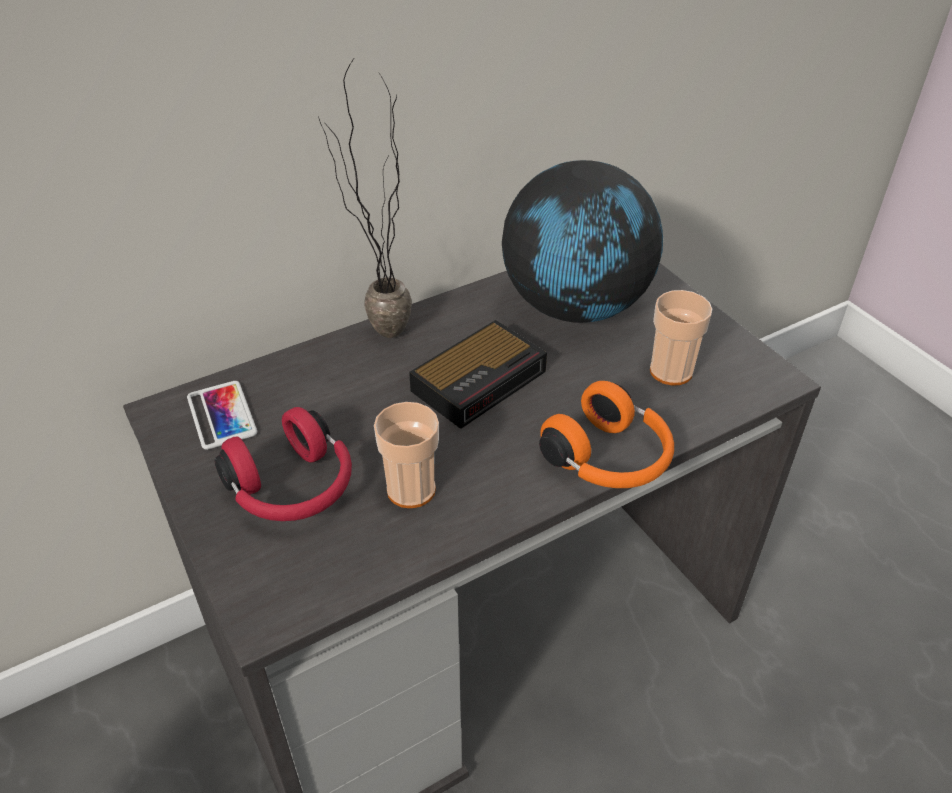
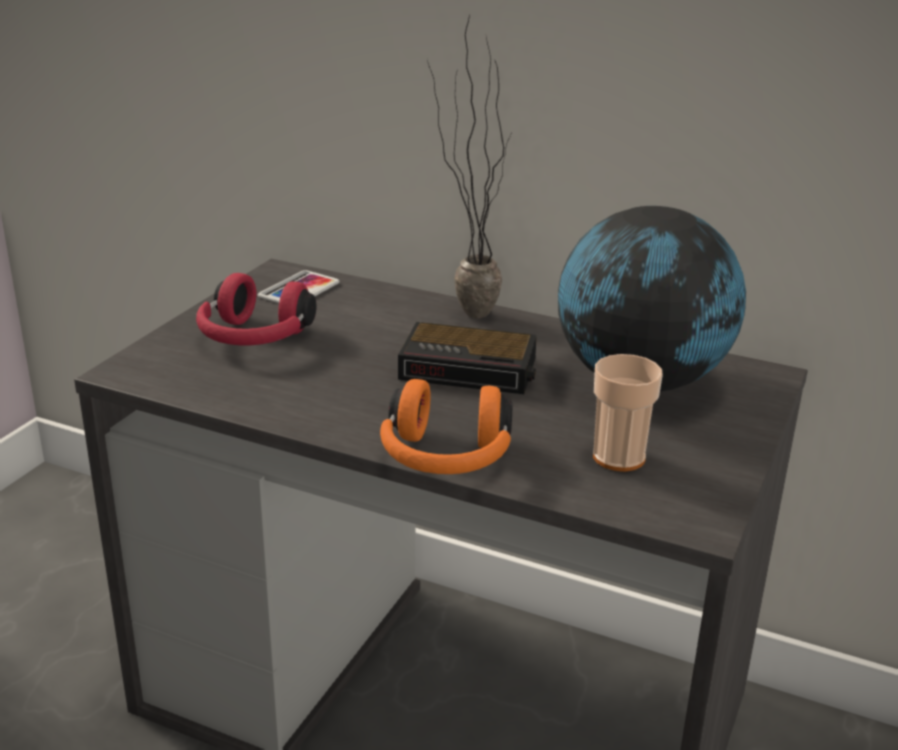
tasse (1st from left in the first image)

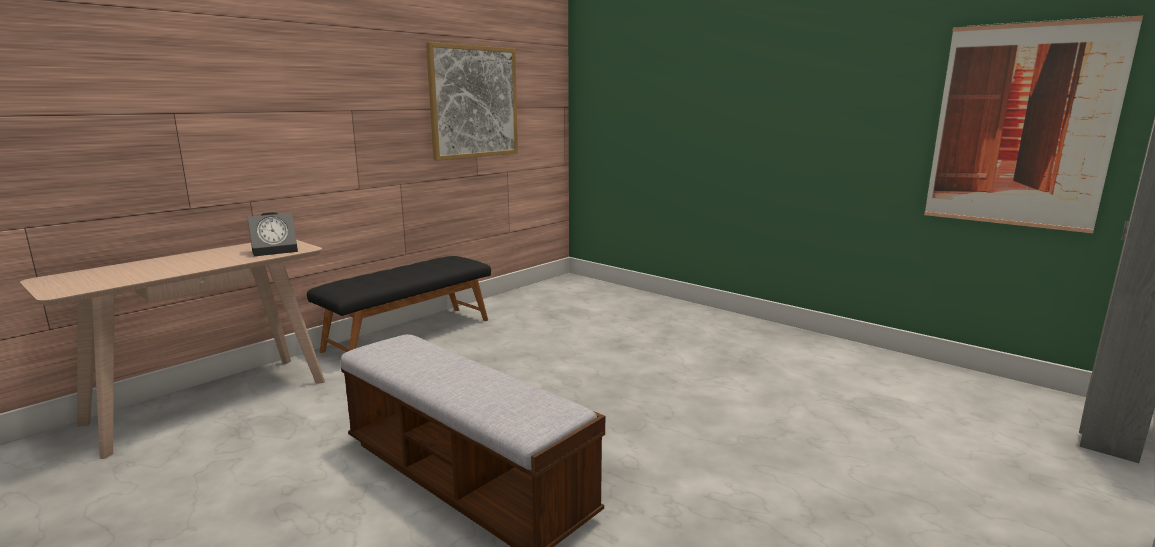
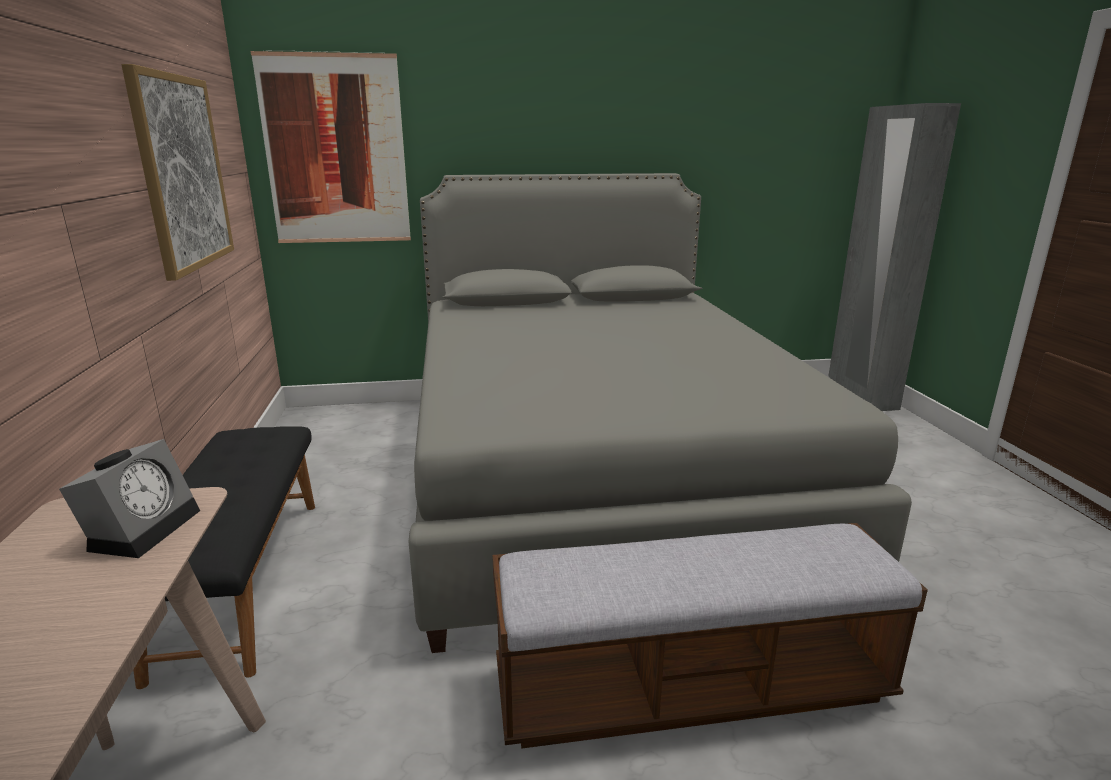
tableau (2nd from left); lit/gris

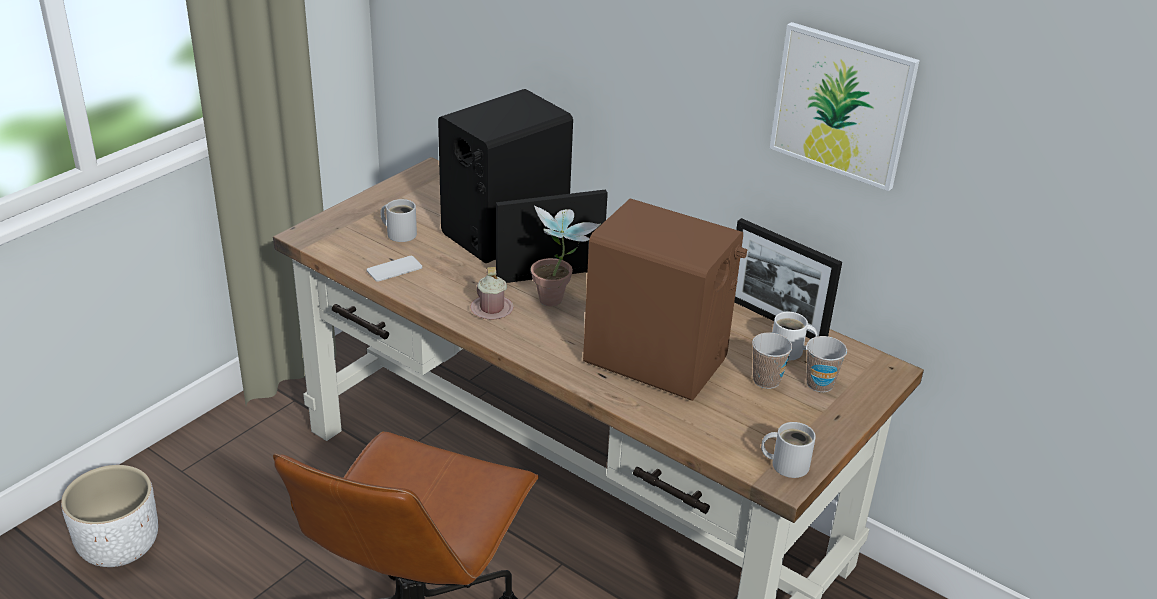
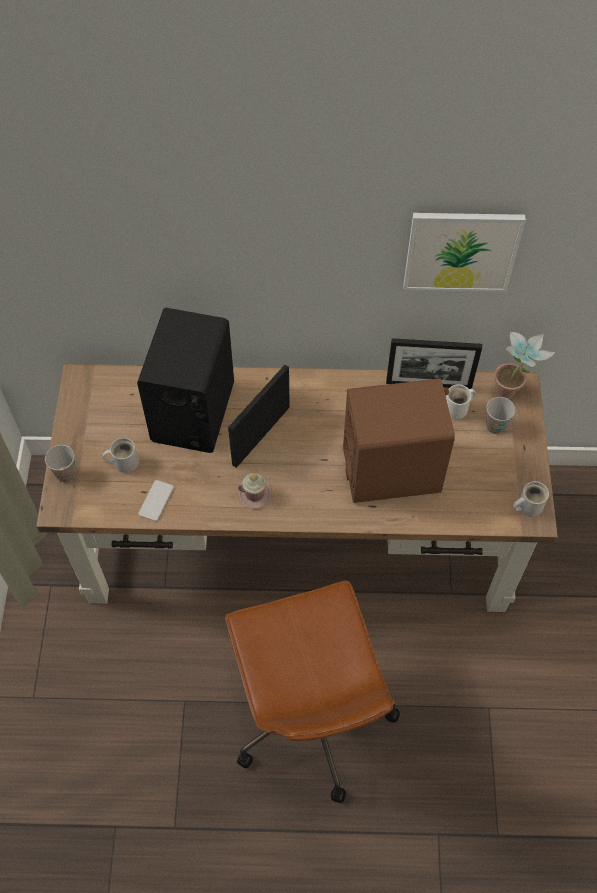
cache-pot/blanc; plante en pot; tasse (1st from left)

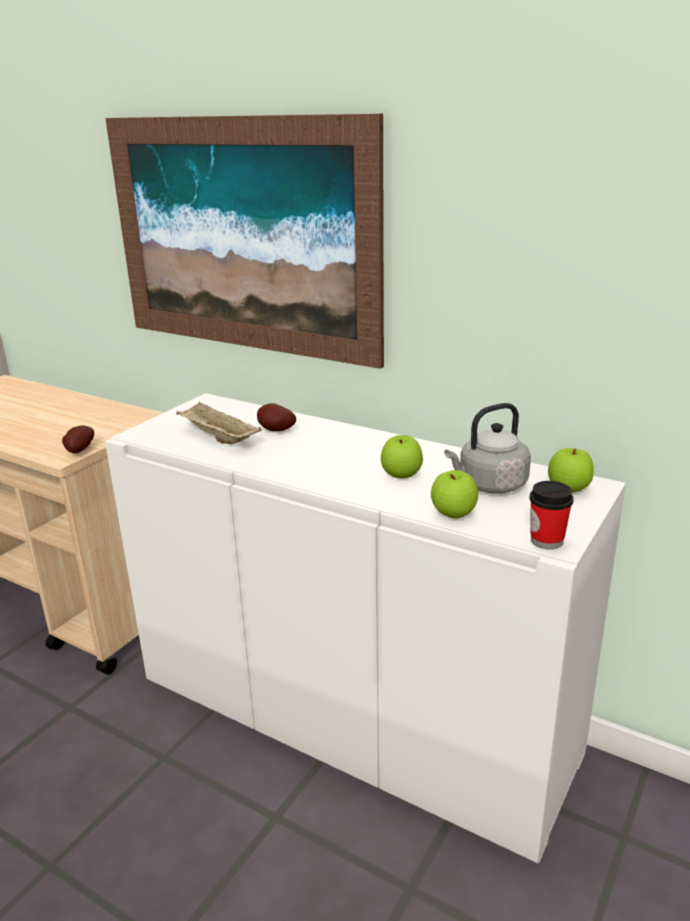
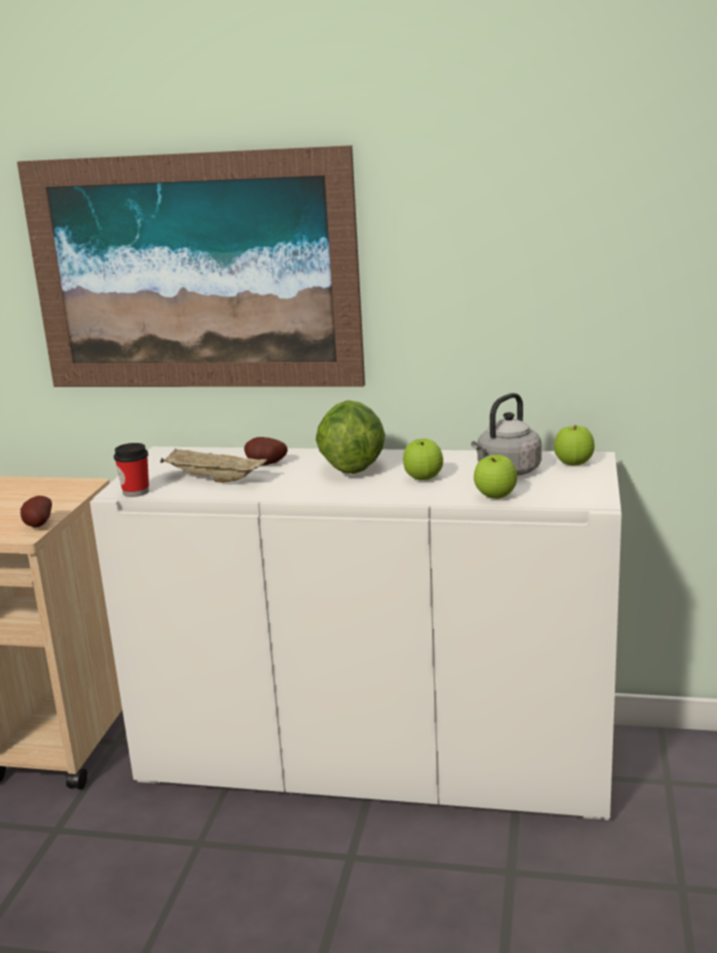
tasse; laitue

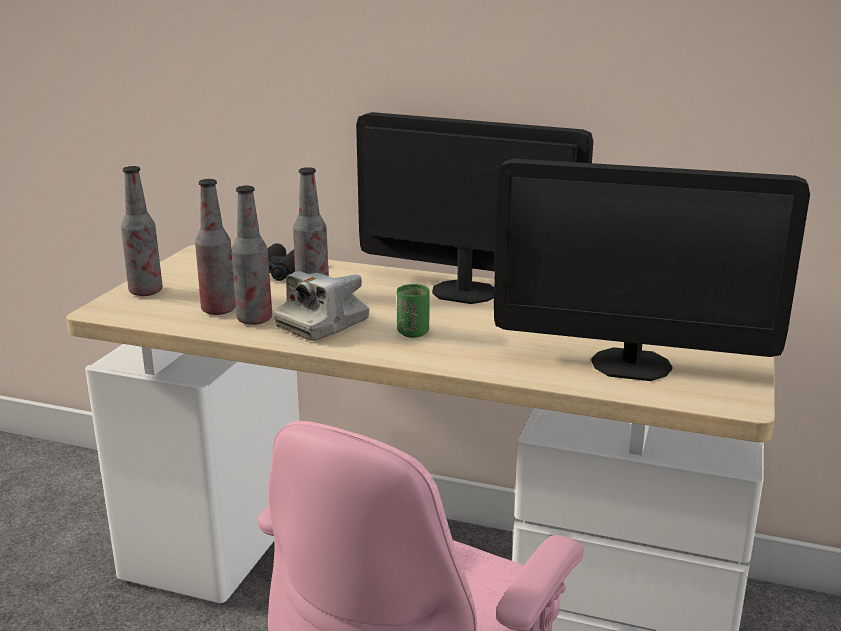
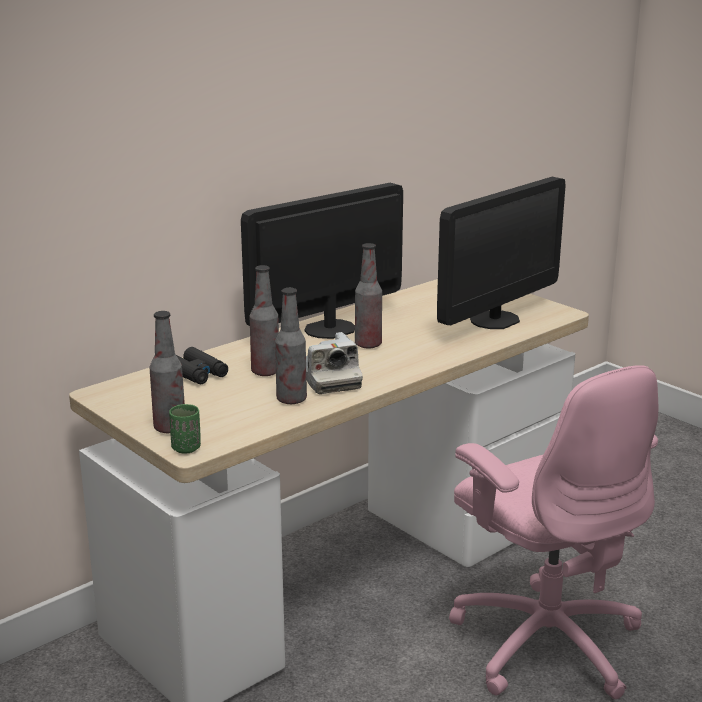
bouteille (4th from left); tasse/vert

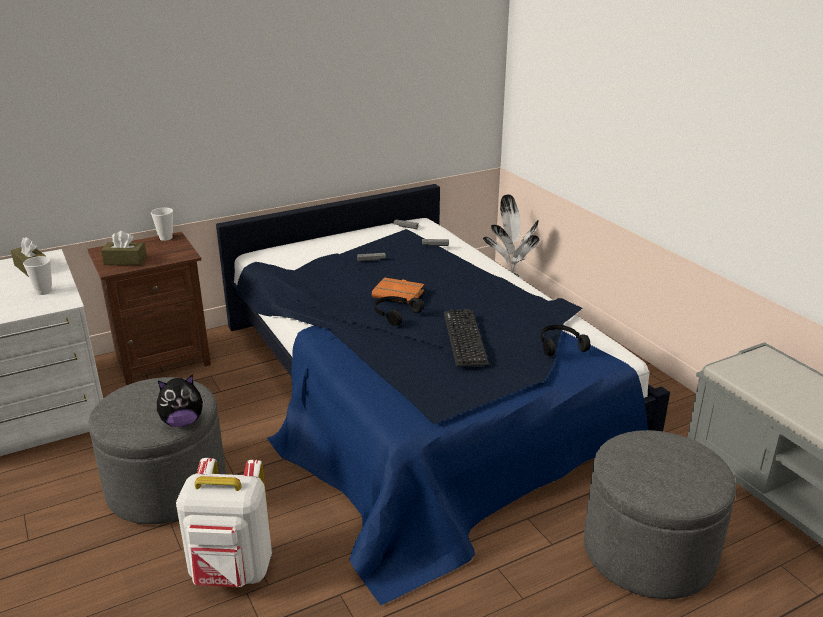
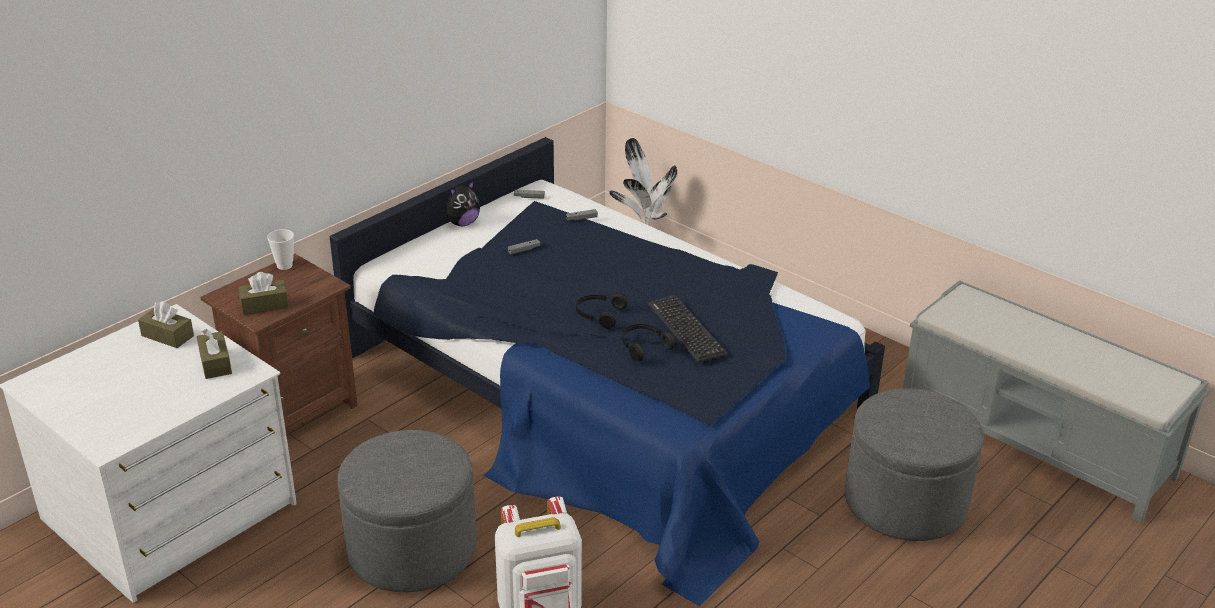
boîte à mouchoirs/marron (2nd from left); peluche; livre/orange; casque audio/noir (2nd from left)

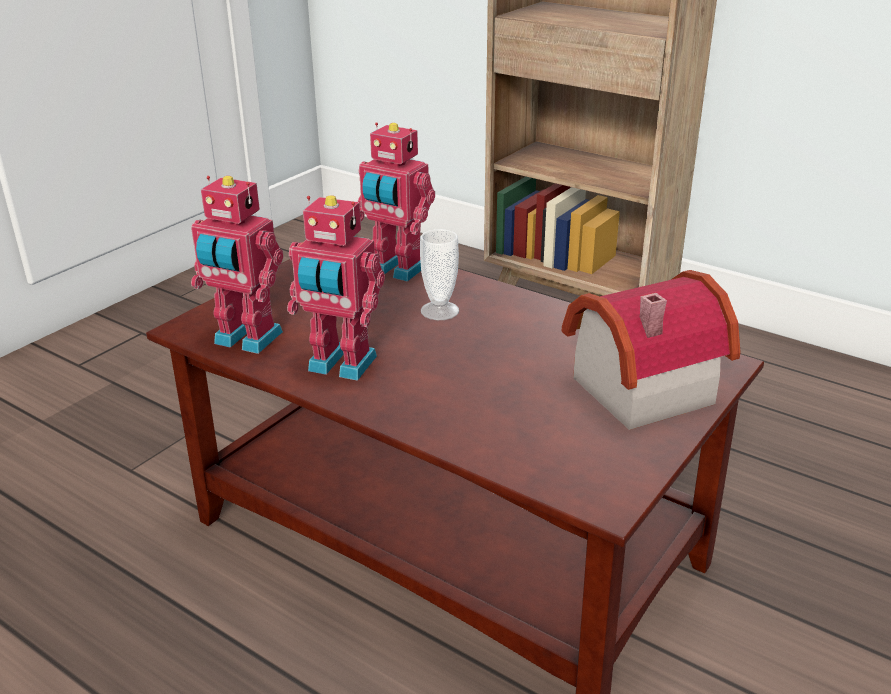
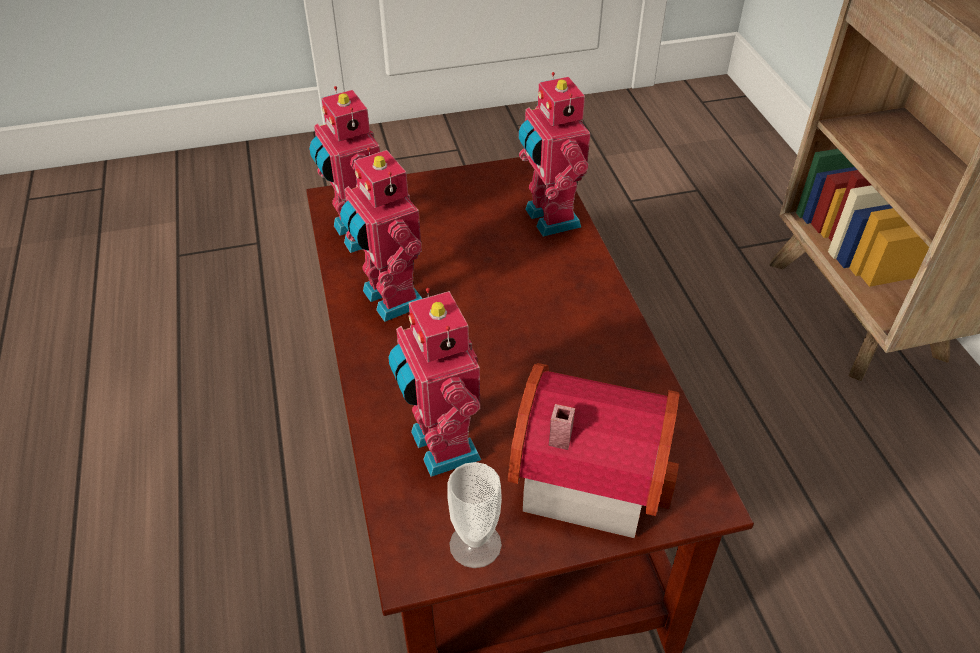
tasse; robot jouet (3rd from left)

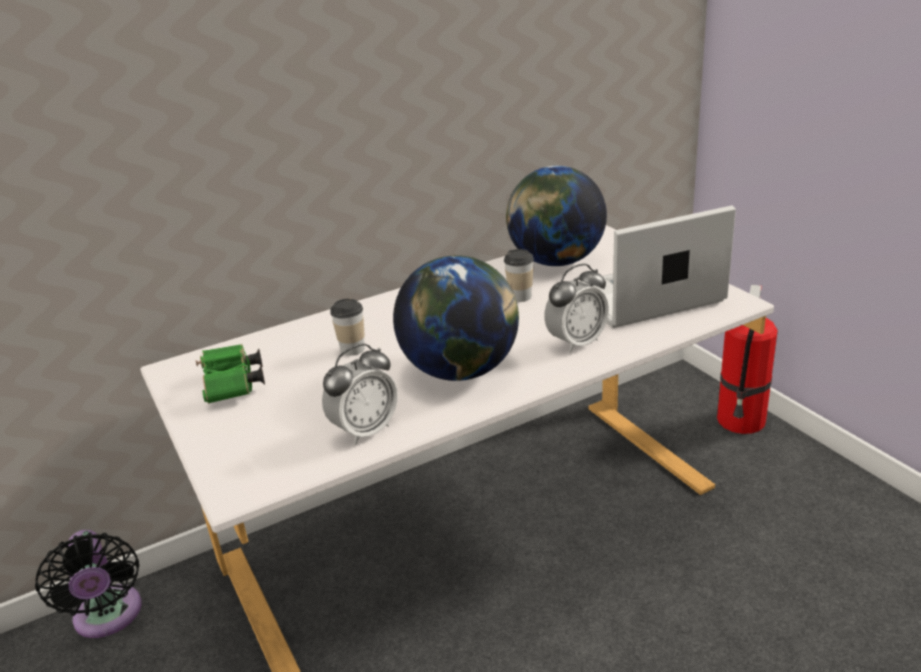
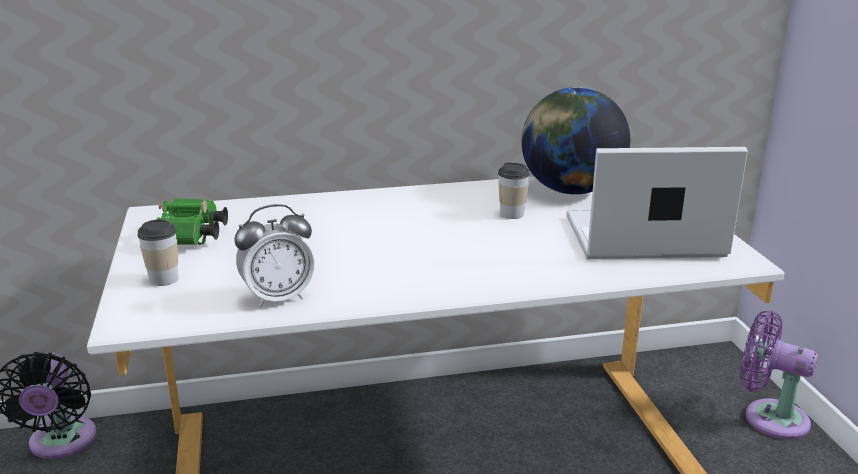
tasse (1st from left); globe (1st from left in the first image); réveil (2nd from left in the first image); ventilateur/violet

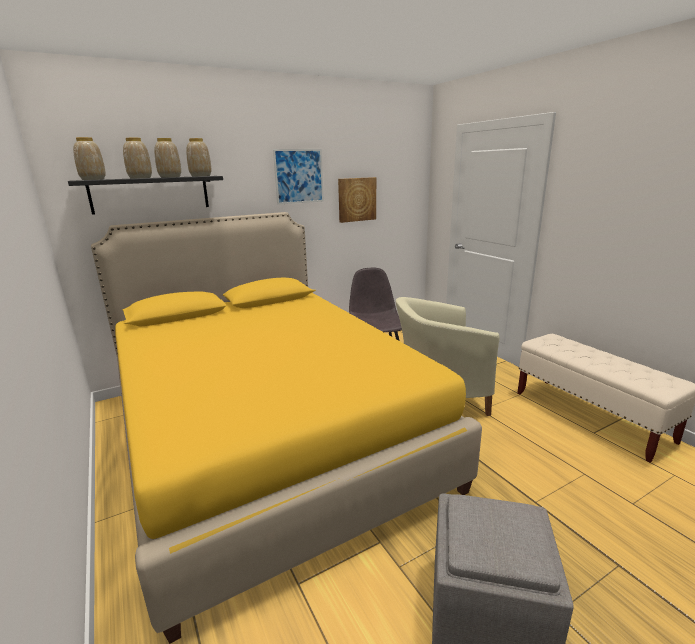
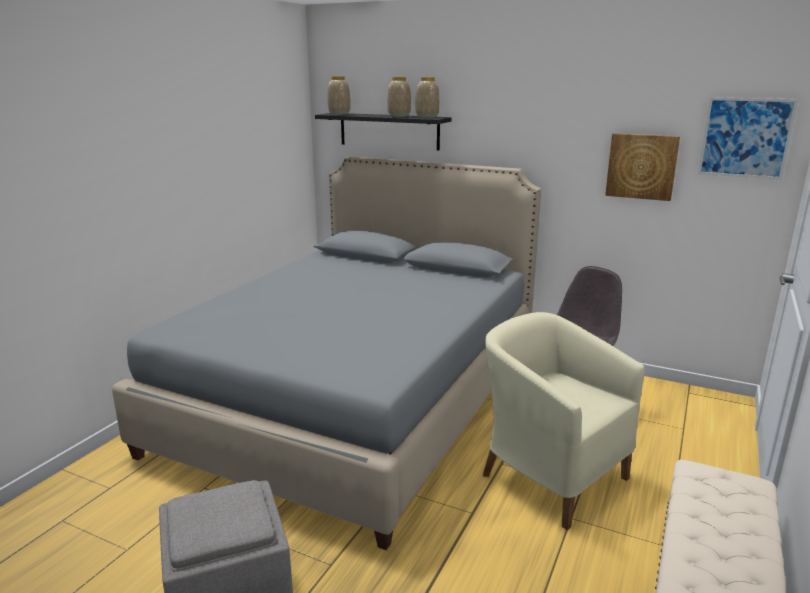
lit/gris; vase (2nd from left in the first image); tableau (2nd from left)

